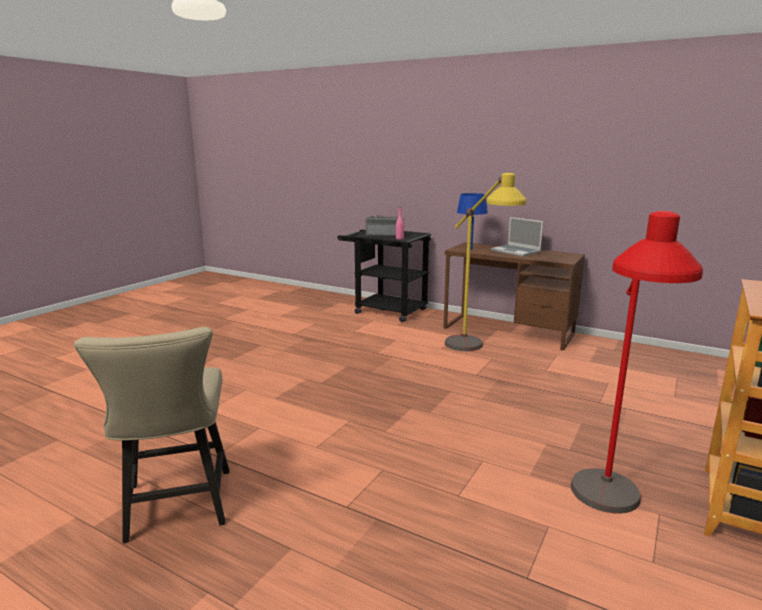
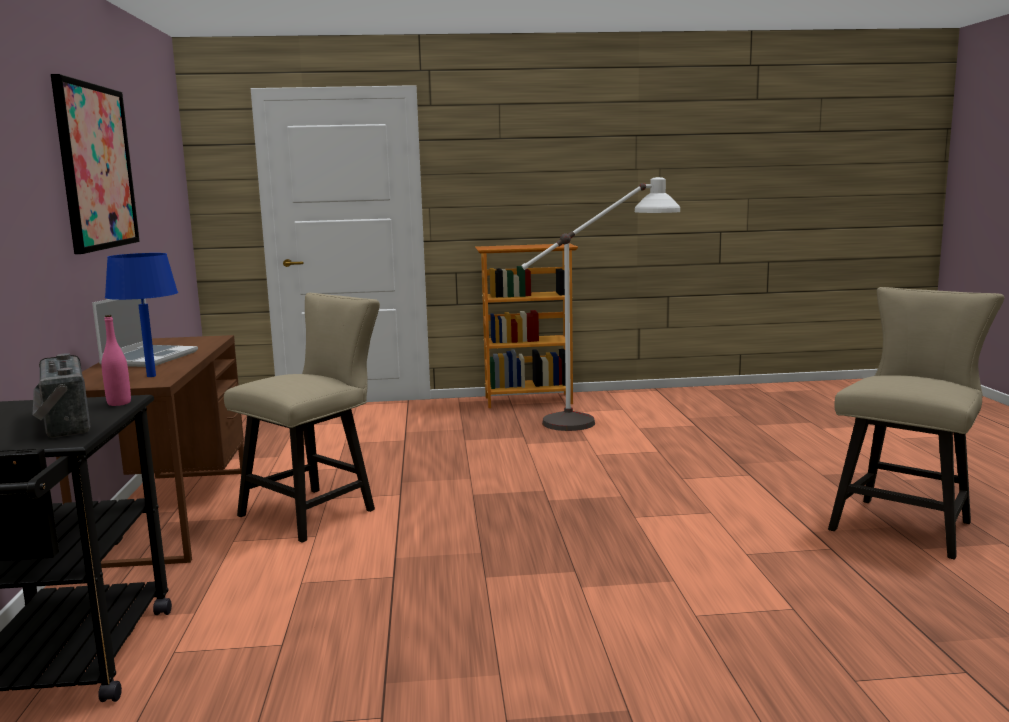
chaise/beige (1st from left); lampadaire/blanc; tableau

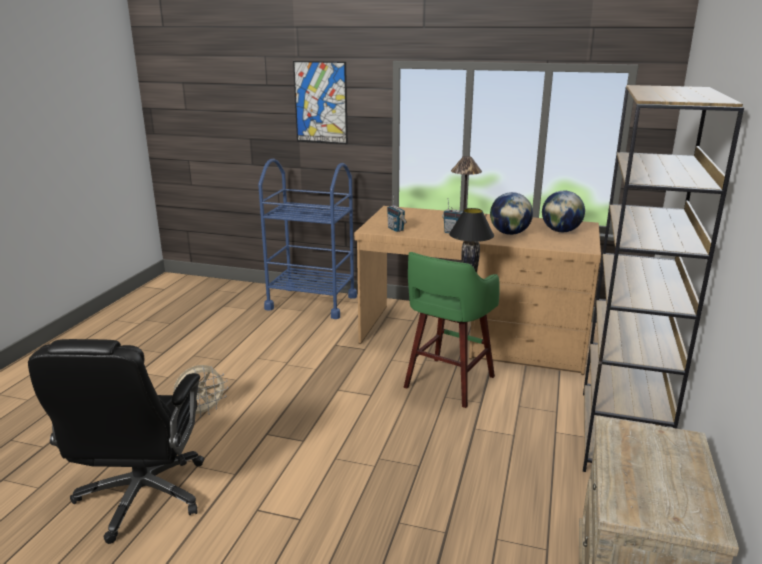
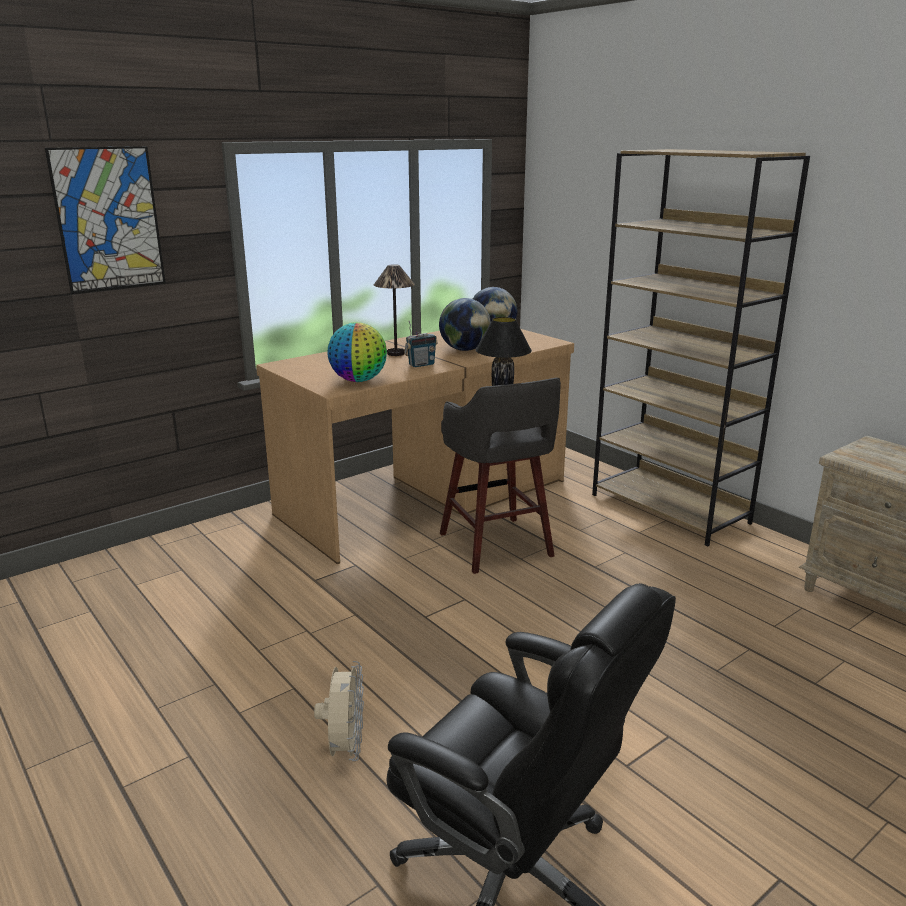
chariot/bleu; globe (1st from left); tabouret/gris

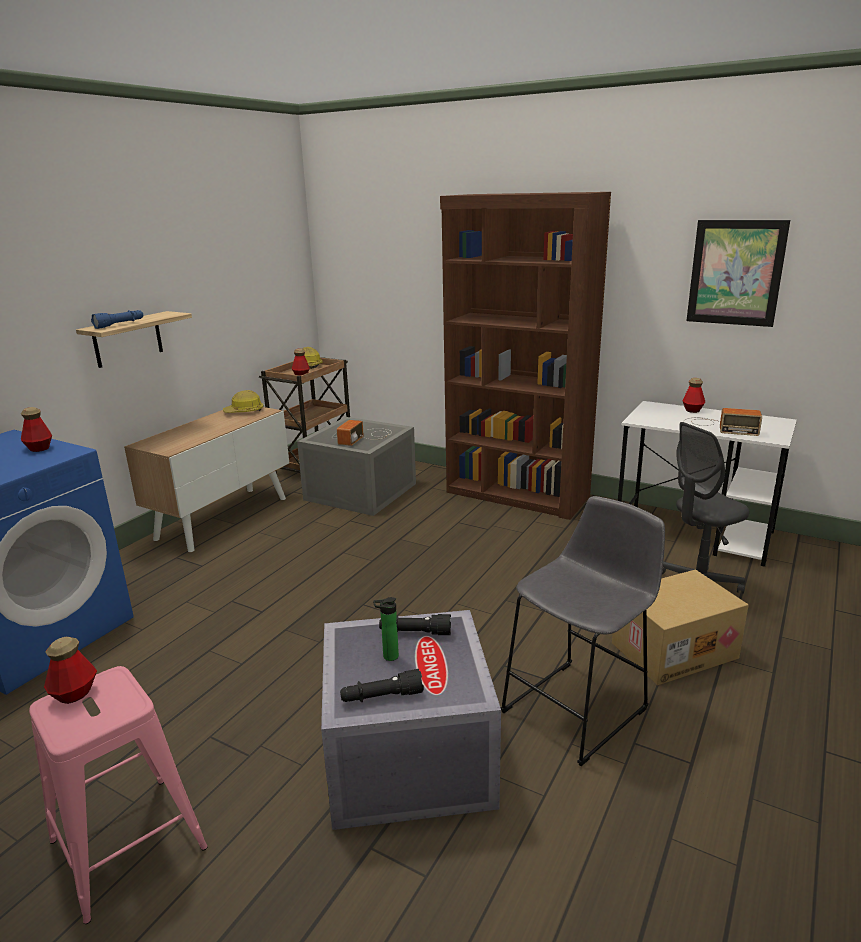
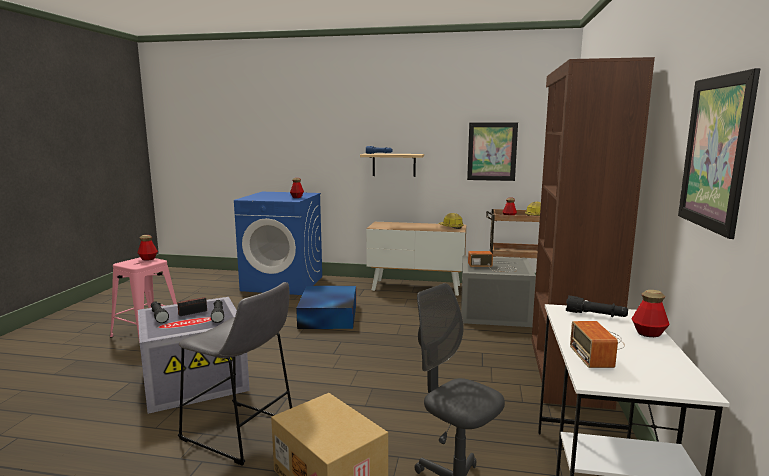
radio (1st from left); boîte de rangement/bleu; tableau (1st from left); lampe de poche/noir (3rd from left)

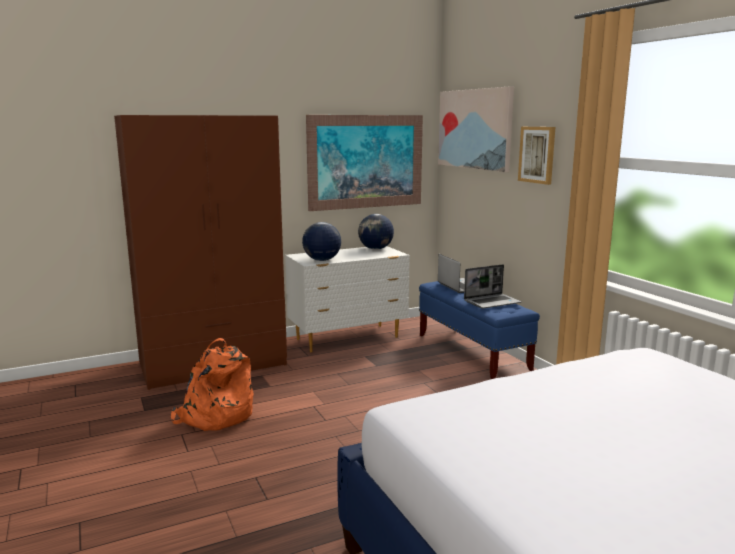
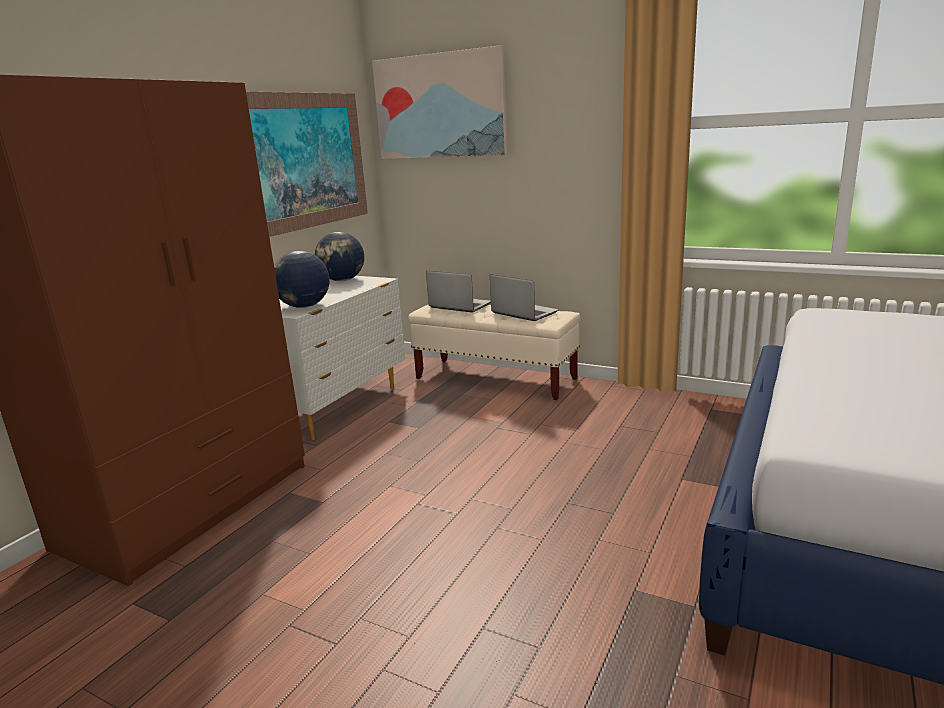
sac à dos/orange; banc/beige; ordinateur portable (2nd from left); tableau (3rd from left in the first image)

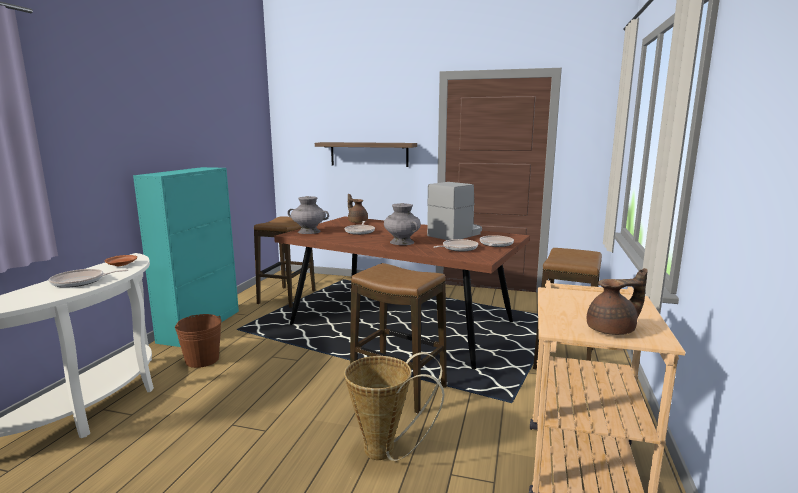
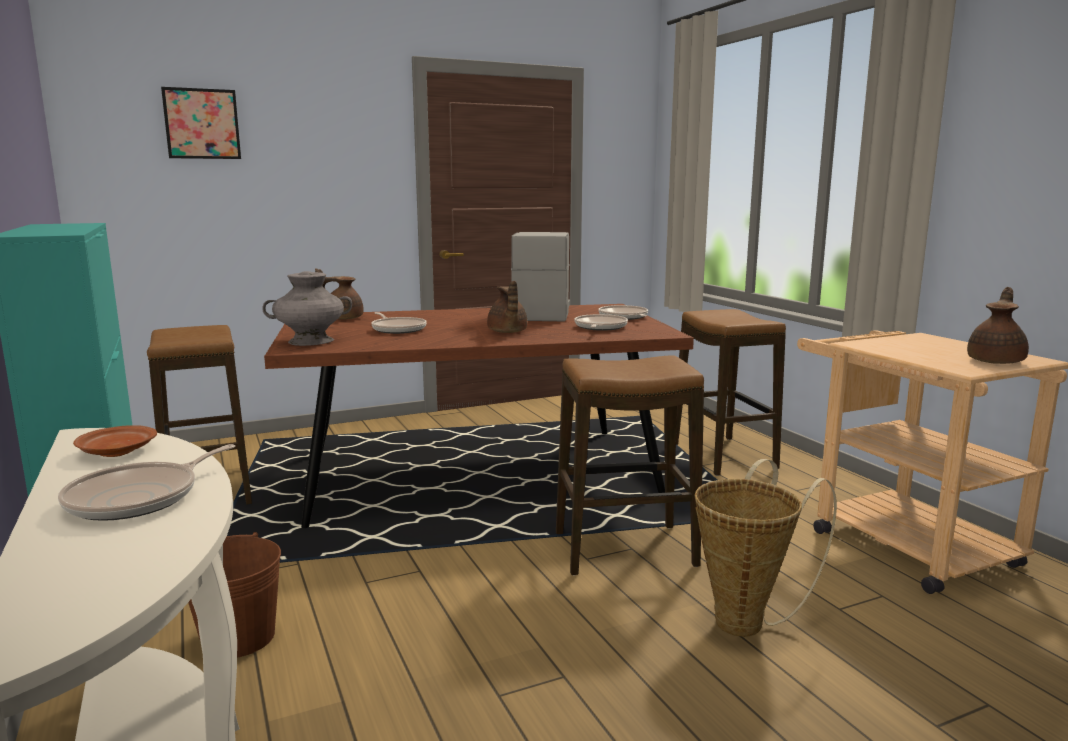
étagère; théière/marron (2nd from left); tableau

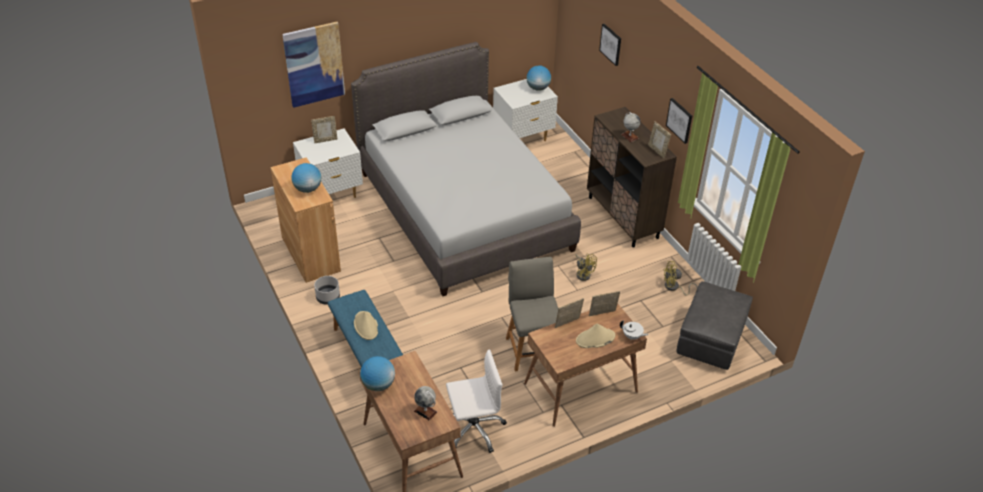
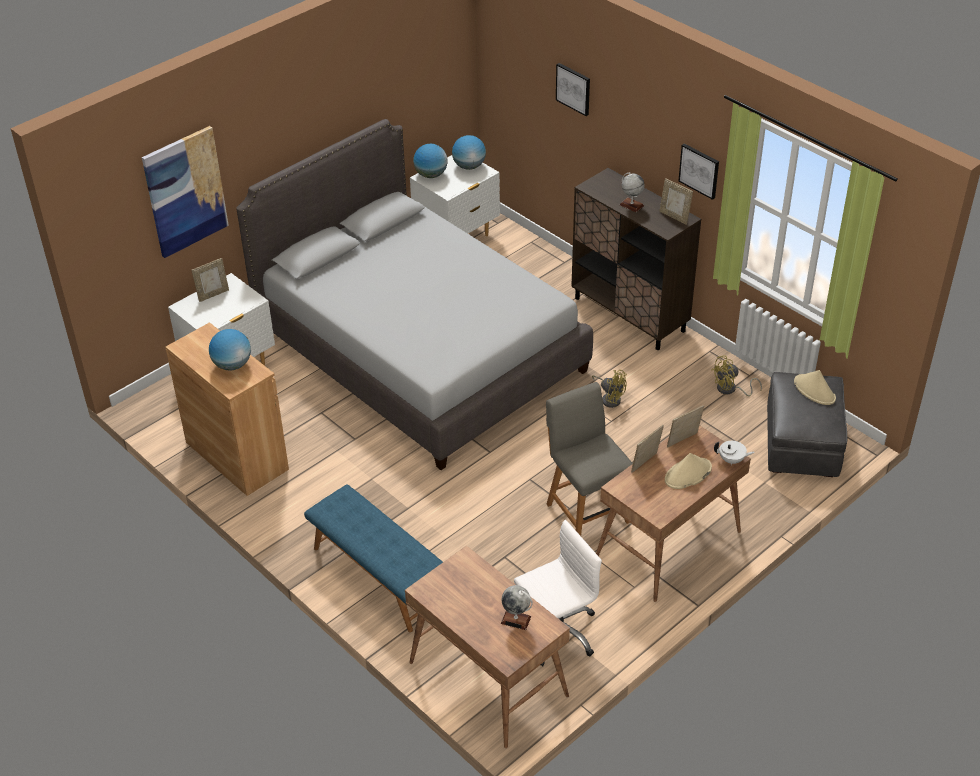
cache-pot/gris; chapeau/beige (2nd from left); globe (2nd from left)

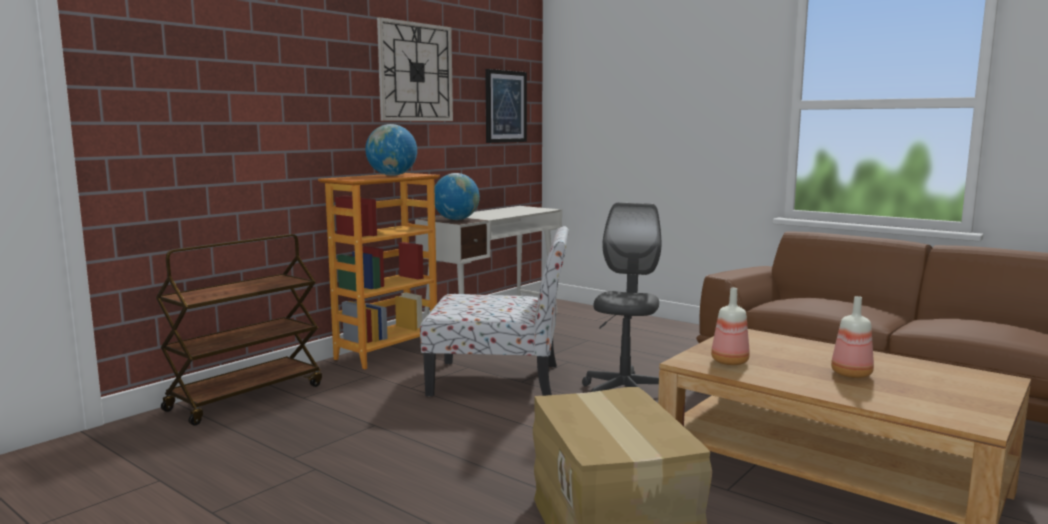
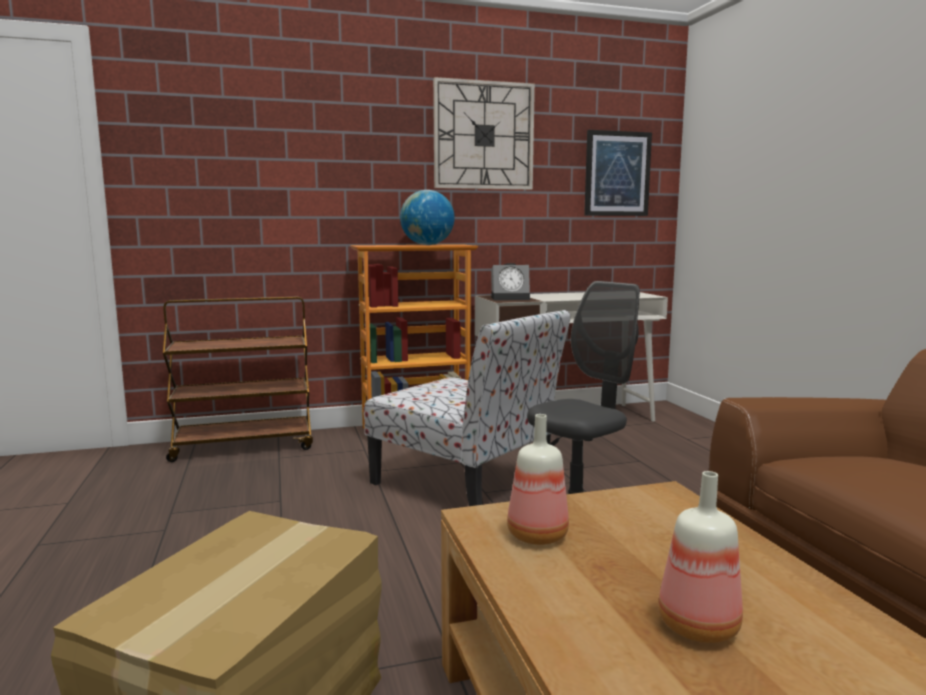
réveil

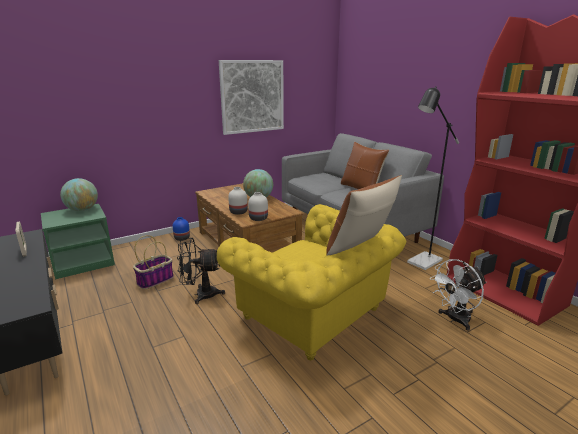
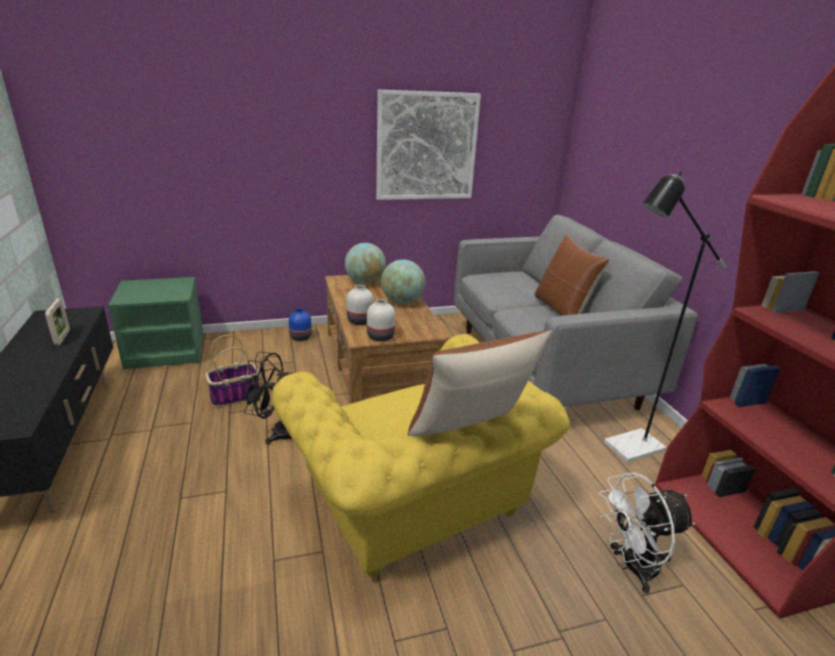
globe (1st from left)

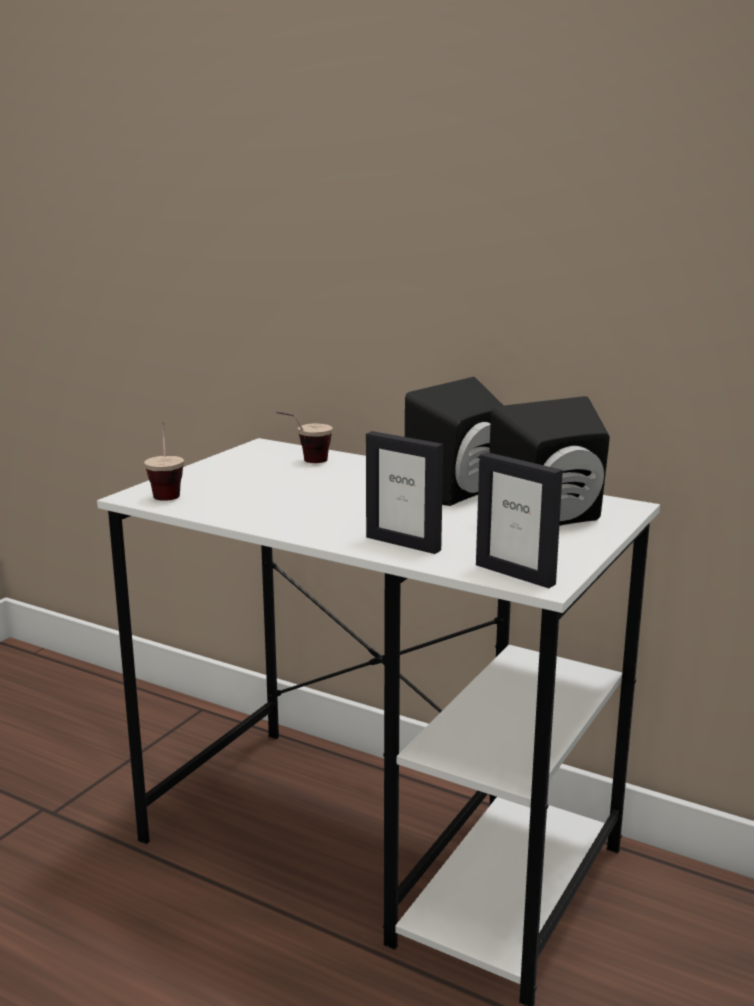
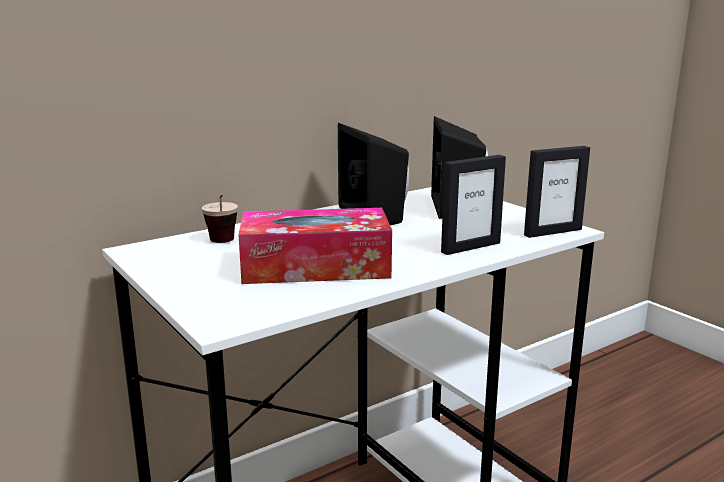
tasse (1st from left in the first image); boîte à mouchoirs

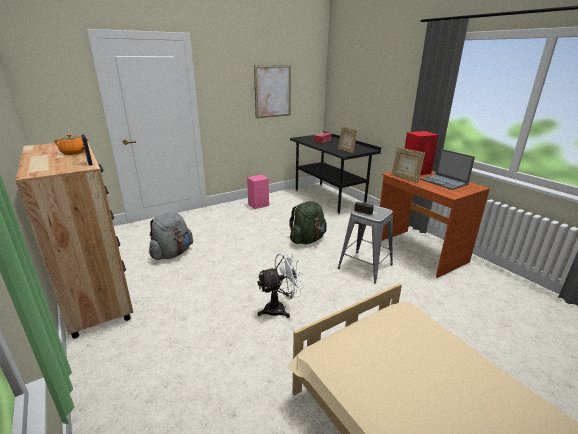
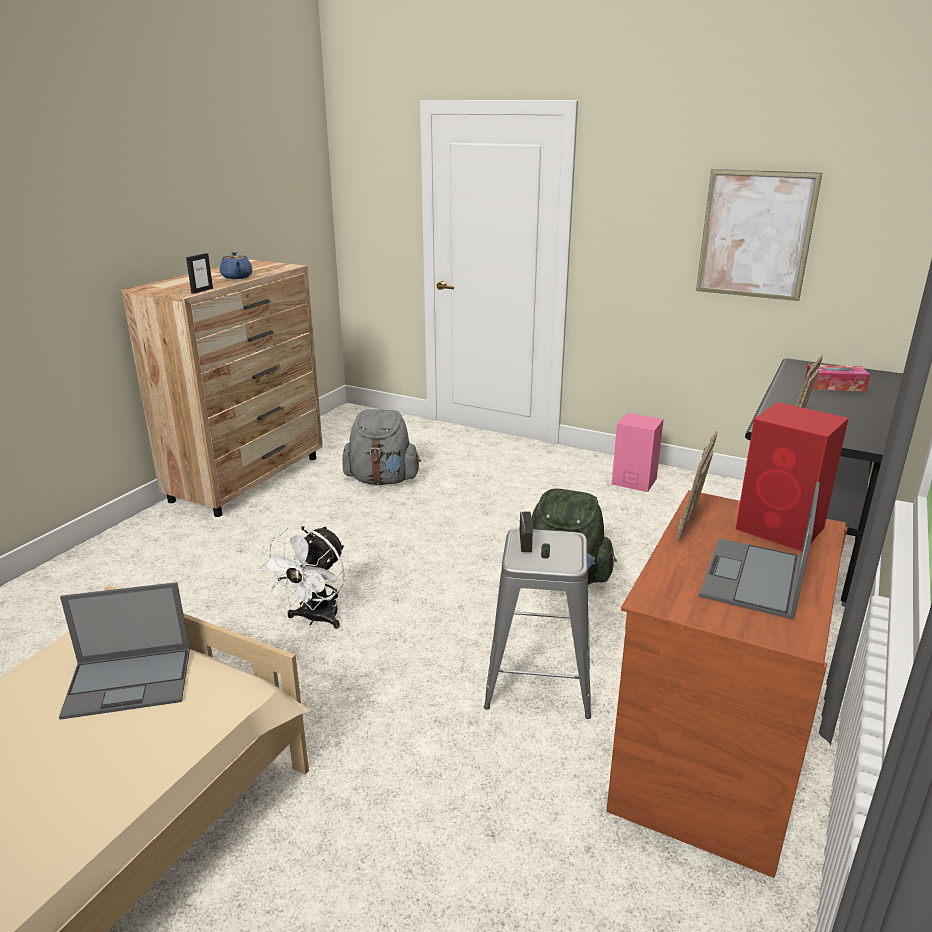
théière/bleu; ventilateur/blanc; ordinateur portable (1st from left)

